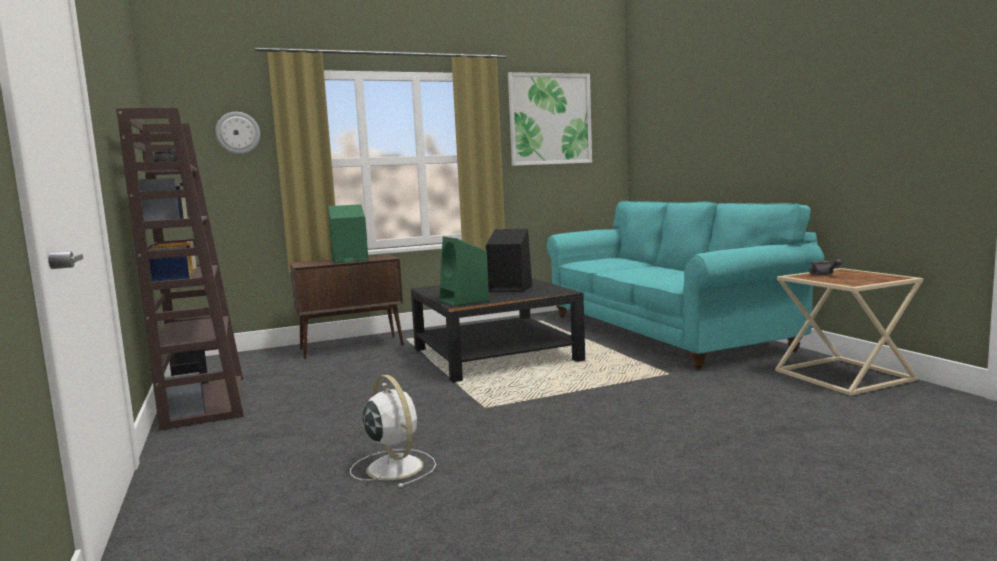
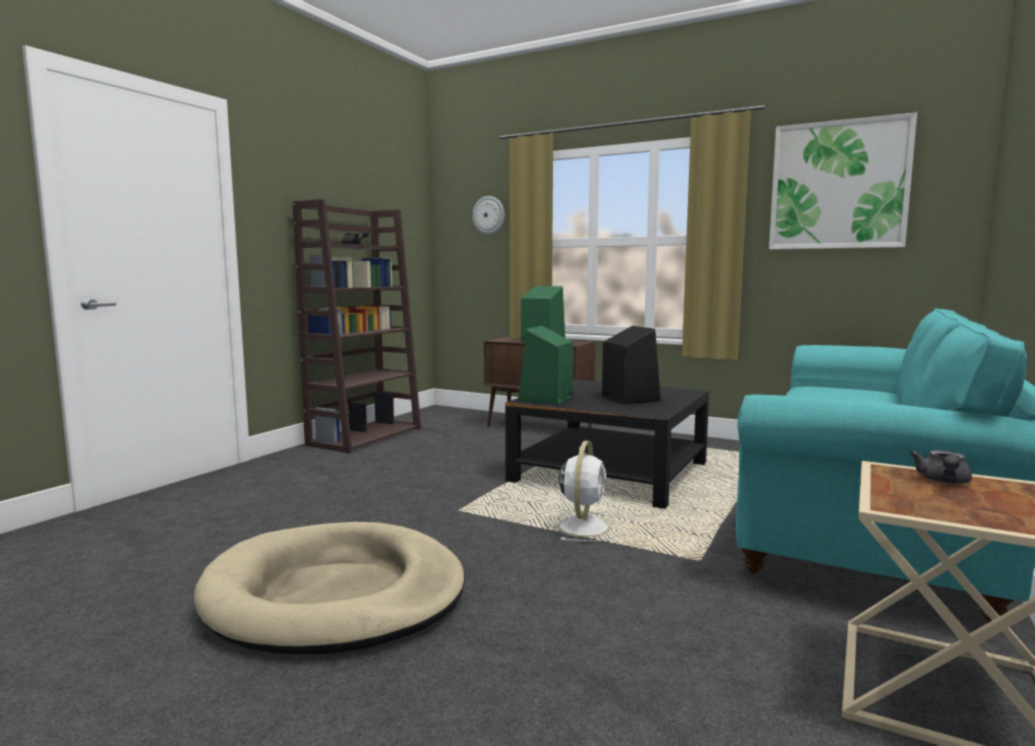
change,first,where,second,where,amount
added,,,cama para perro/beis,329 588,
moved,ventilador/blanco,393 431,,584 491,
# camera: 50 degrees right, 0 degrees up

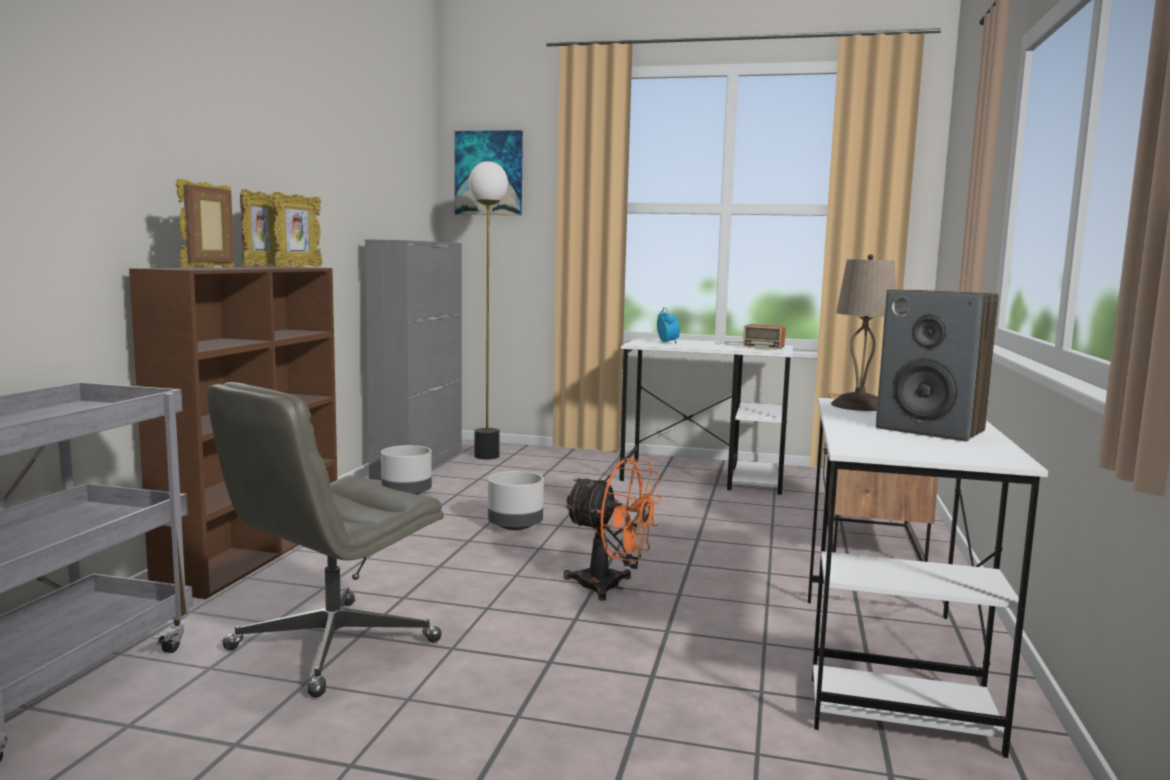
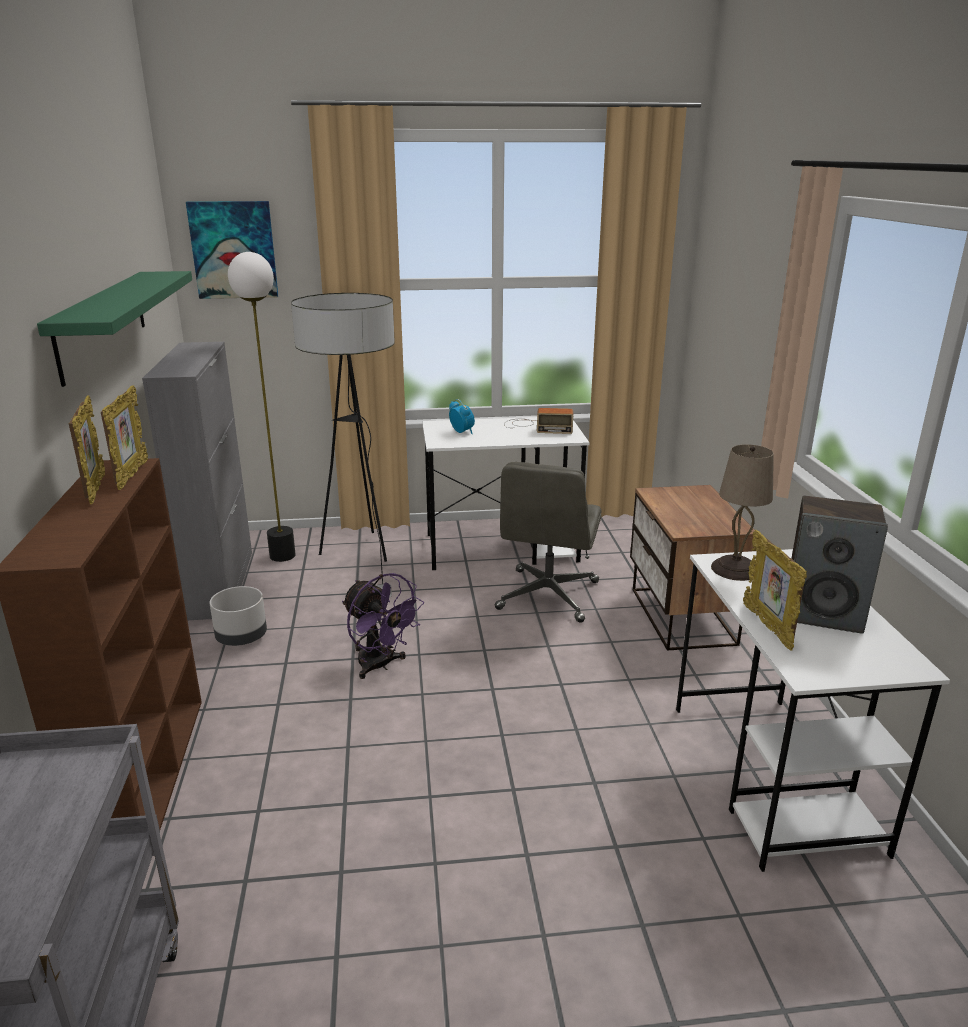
change,first,where,second,where,amount
removed,ventilador/naranja,612 529,,,
added,,,estante/verde,114 329,
added,,,lámpara de pie,343 445,
moved,portarretratos,205 224,,775 590,
moved,silla de oficina/gris,325 540,,548 542,
replaced,maceta/gris,516 500,ventilador/morado,383 626,
# camera: 20 degrees left, 15 degrees up

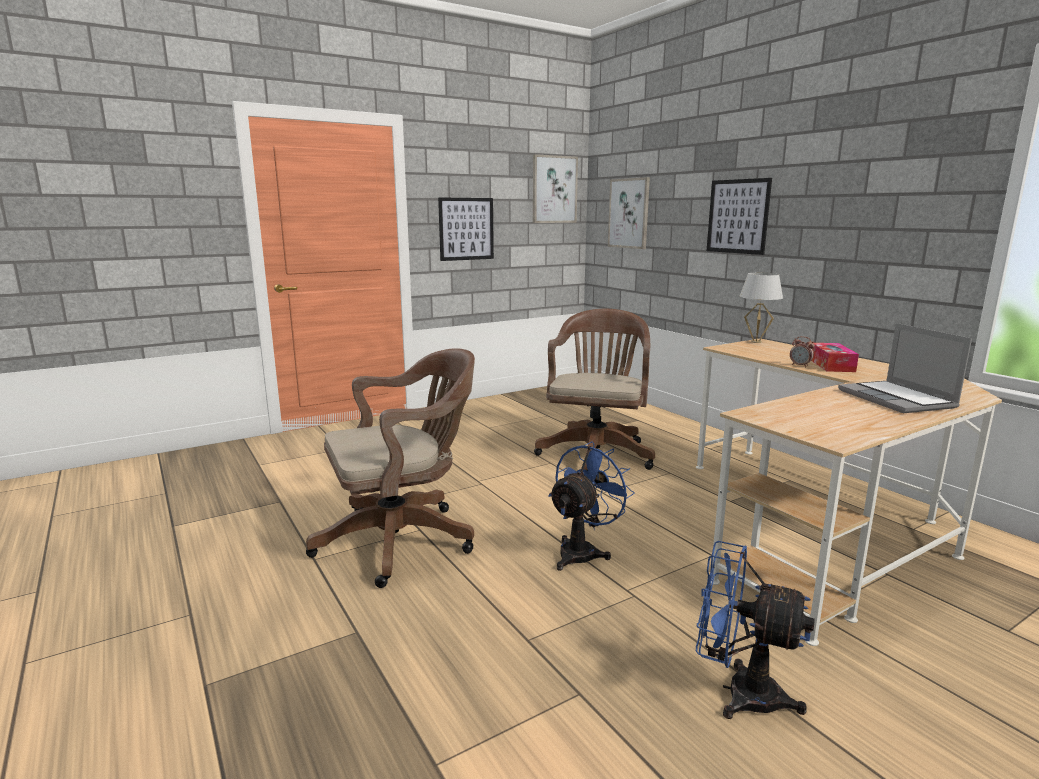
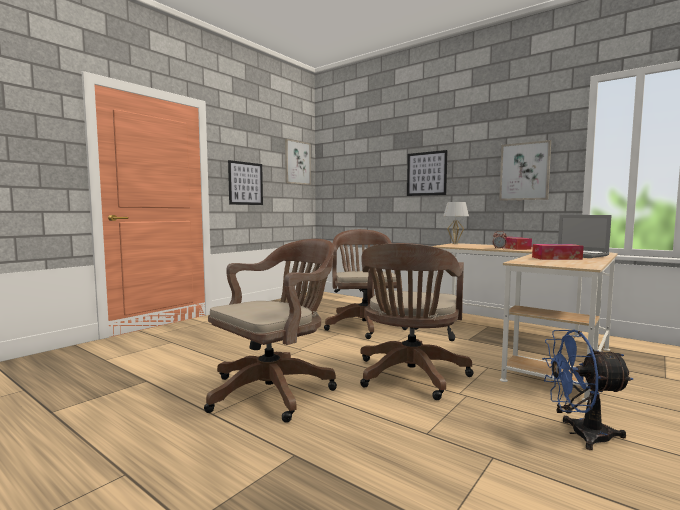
change,first,where,second,where,amount
added,,,caja de pañuelos,558 252,
moved,cuadro,629 213,,525 170,
replaced,ventilador/azul,591 506,silla de oficina/marrón,417 321,
# camera: 20 degrees left, 10 degrees down

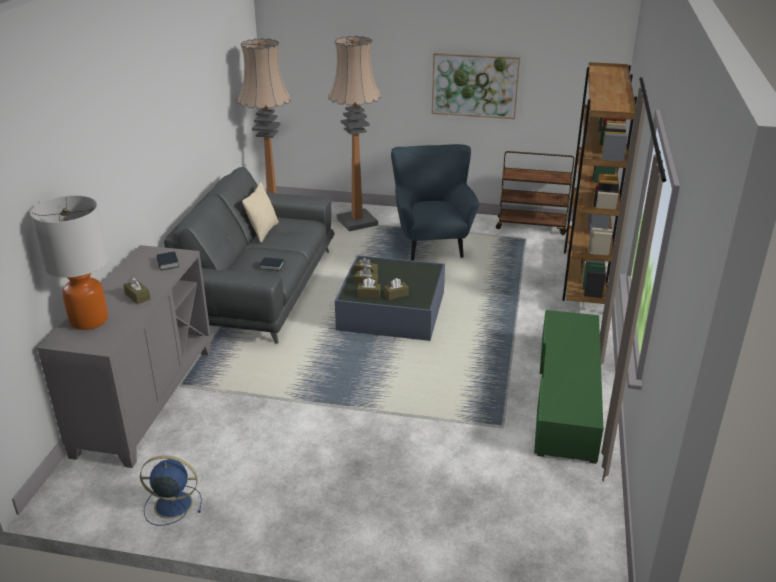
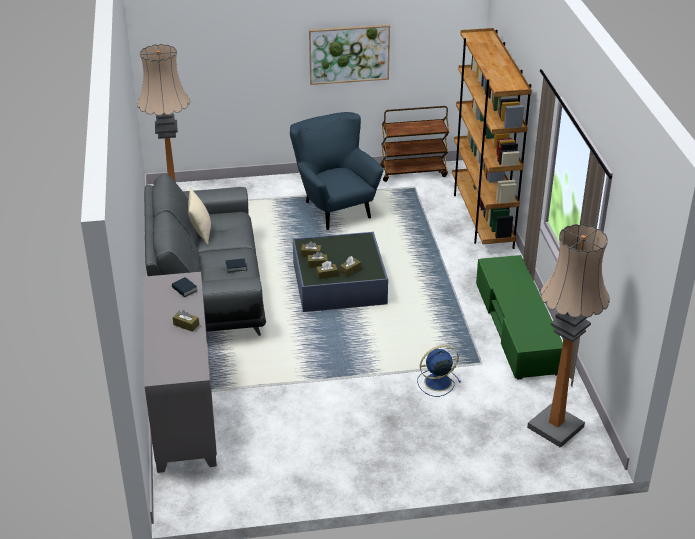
change,first,where,second,where,amount
removed,lámpara de mesa,69 262,,,
moved,ventilador/azul,171 491,,439 371,
moved,lámpara de pie,354 133,,568 336,
# camera: 20 degrees left, 5 degrees up

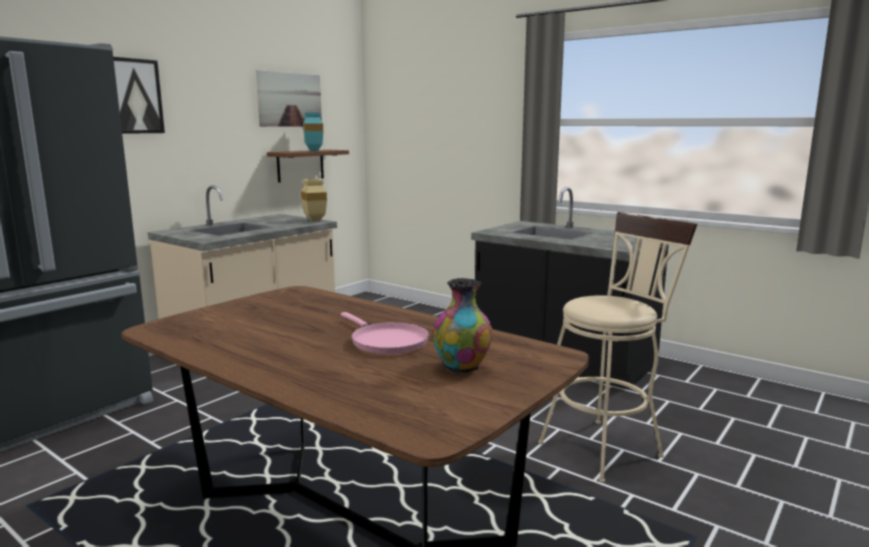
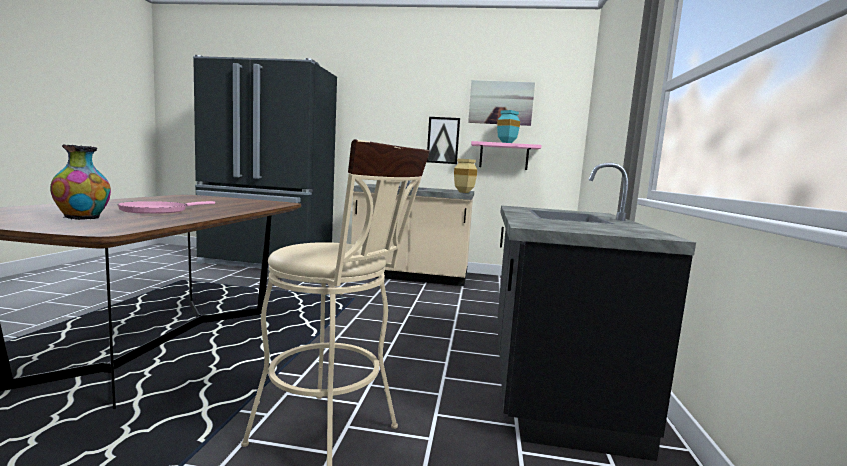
change,first,where,second,where,amount
moved,cuadro,139 95,,443 140,
recoloured,estante/marrón,308 166,estante/rosa,506 155,
# camera: 60 degrees right, 5 degrees down

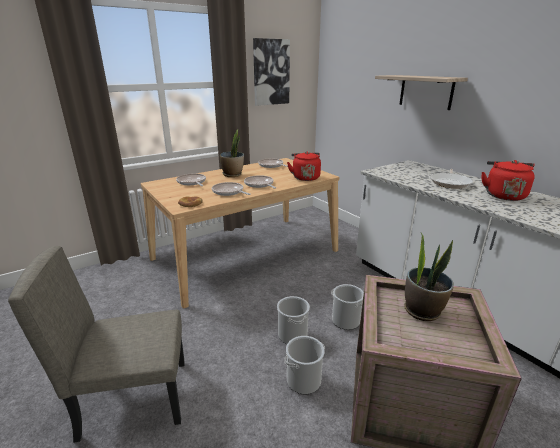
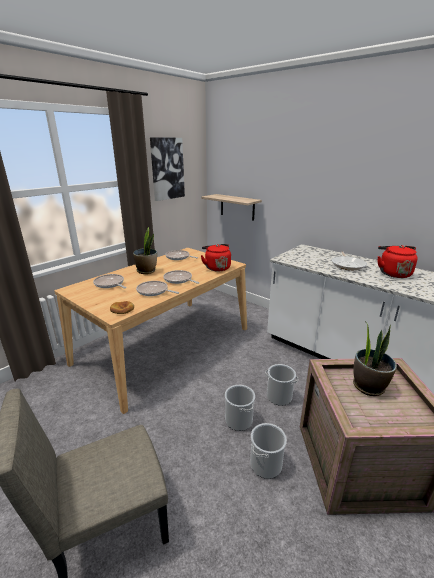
change,first,where,second,where,amount
moved,estante,421 92,,231 207,
# camera: 15 degrees left, 0 degrees up

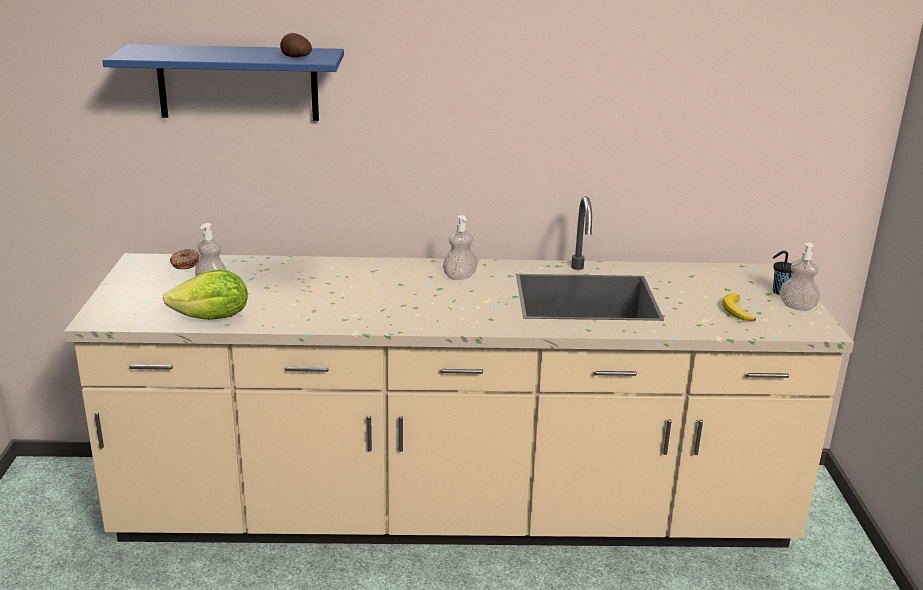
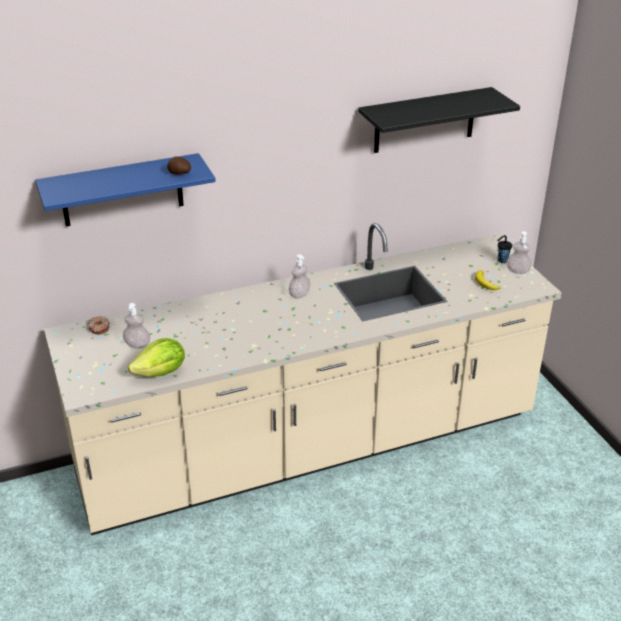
change,first,where,second,where,amount
added,,,estante/negro,439 120,
# camera: 20 degrees left, 10 degrees up

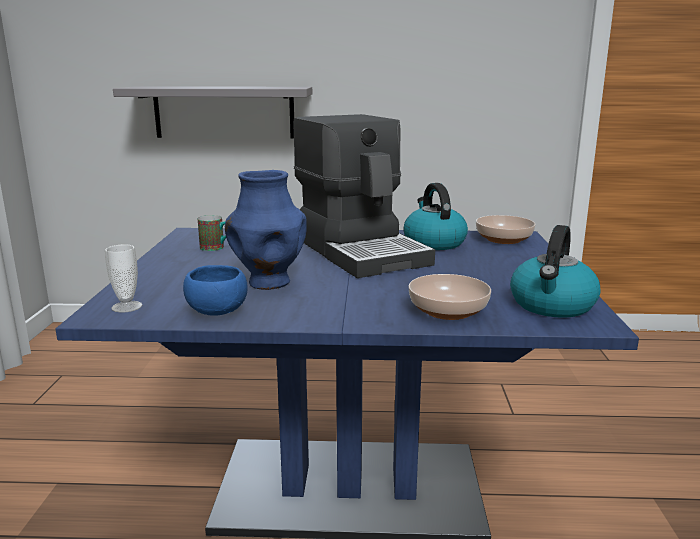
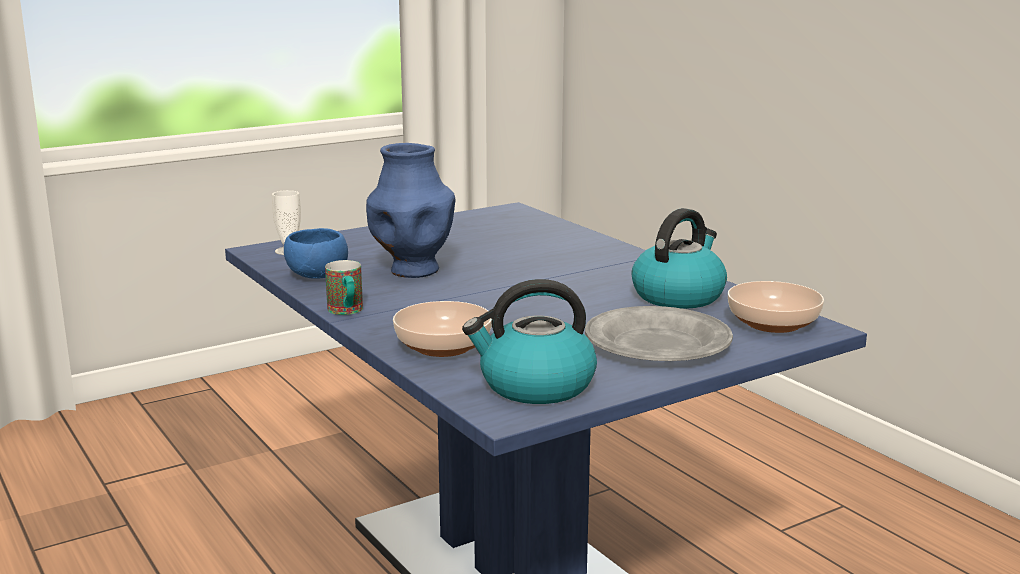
change,first,where,second,where,amount
removed,estante/gris,212 112,,,
removed,cafetera,364 196,,,
added,,,plato/gris,659 333,
moved,taza grande,212 233,,344 287,
# camera: 55 degrees right, 0 degrees up

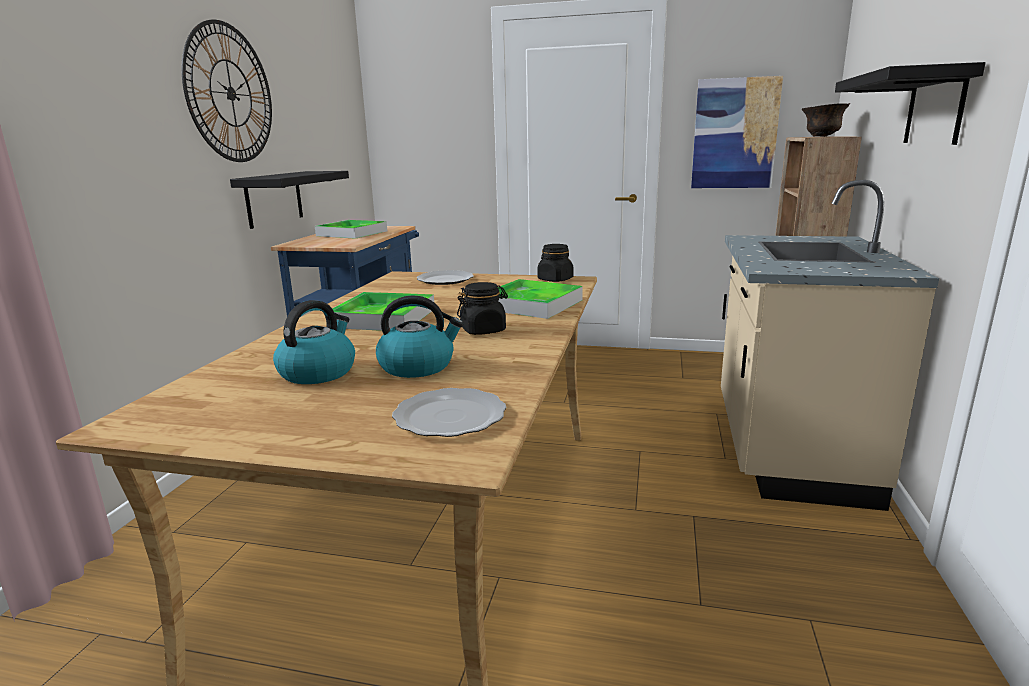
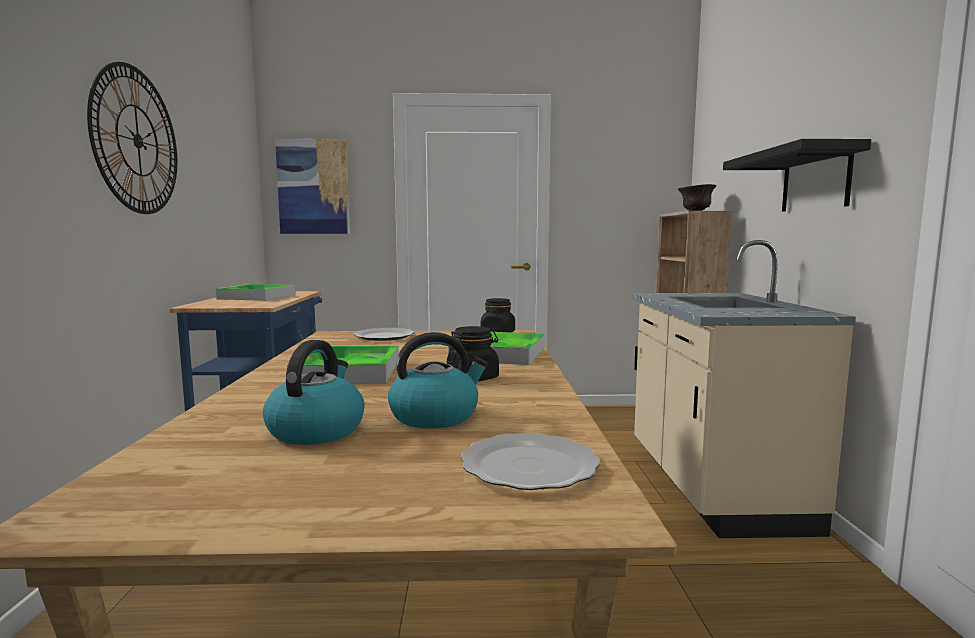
change,first,where,second,where,amount
removed,estante/negro,289 200,,,
moved,cuadro,737 132,,312 186,
# camera: 15 degrees left, 10 degrees down

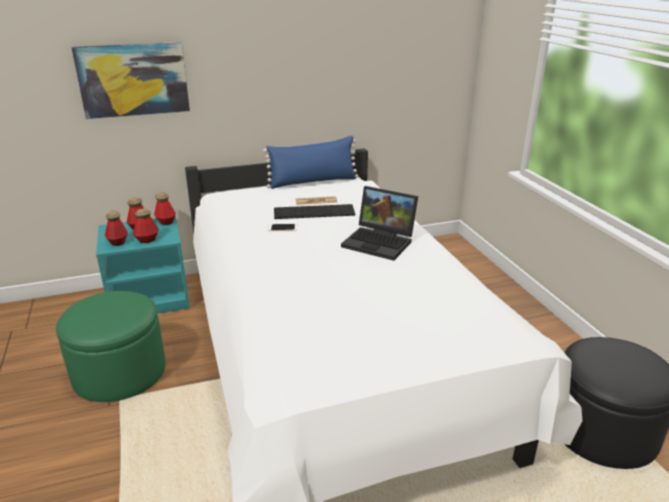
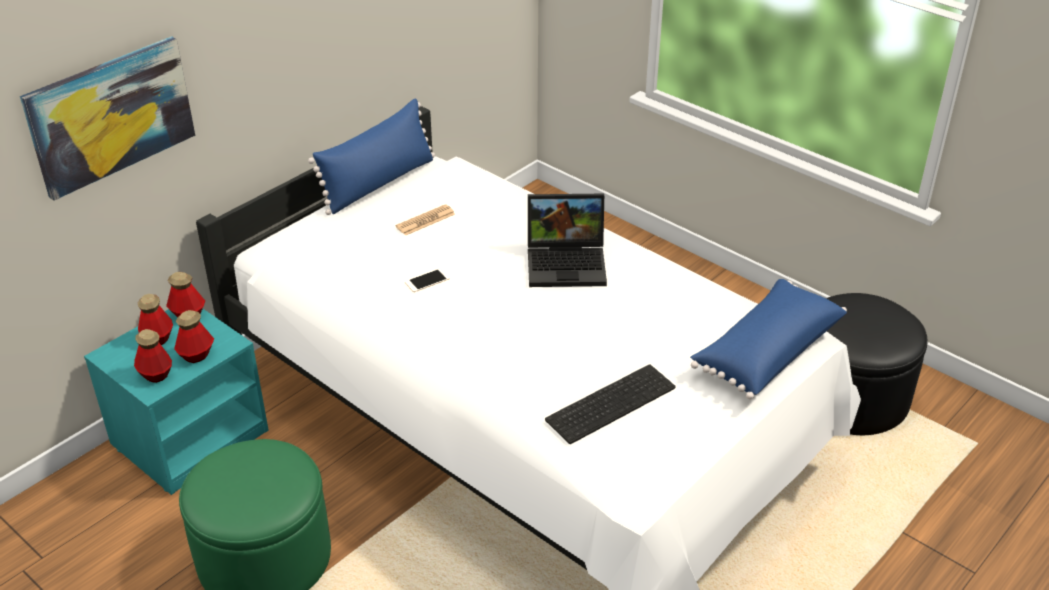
change,first,where,second,where,amount
added,,,cojín/azul,768 339,
moved,teclado,314 211,,610 404,
# camera: 30 degrees left, 10 degrees up

